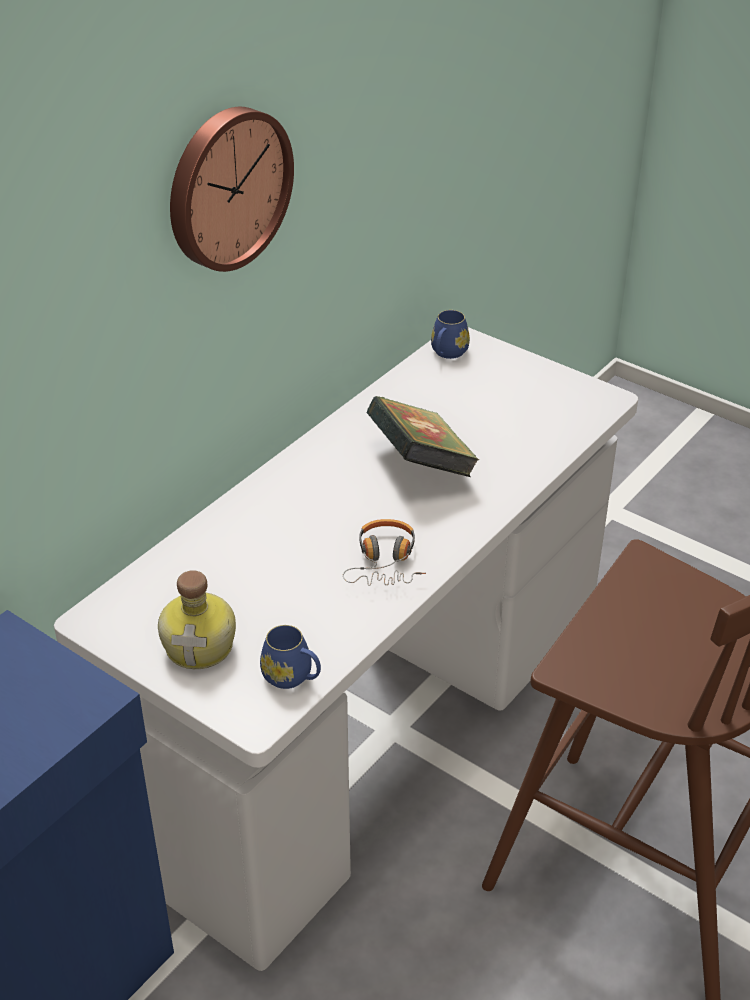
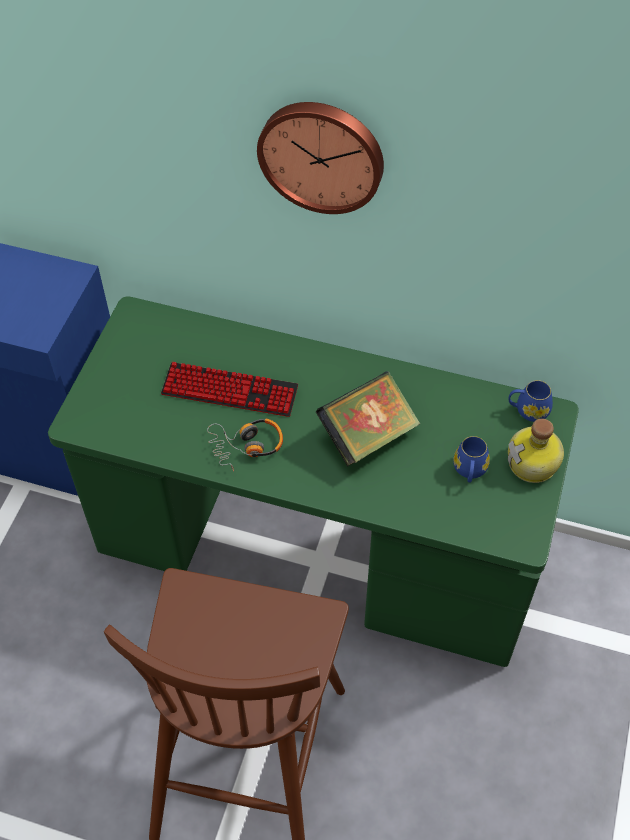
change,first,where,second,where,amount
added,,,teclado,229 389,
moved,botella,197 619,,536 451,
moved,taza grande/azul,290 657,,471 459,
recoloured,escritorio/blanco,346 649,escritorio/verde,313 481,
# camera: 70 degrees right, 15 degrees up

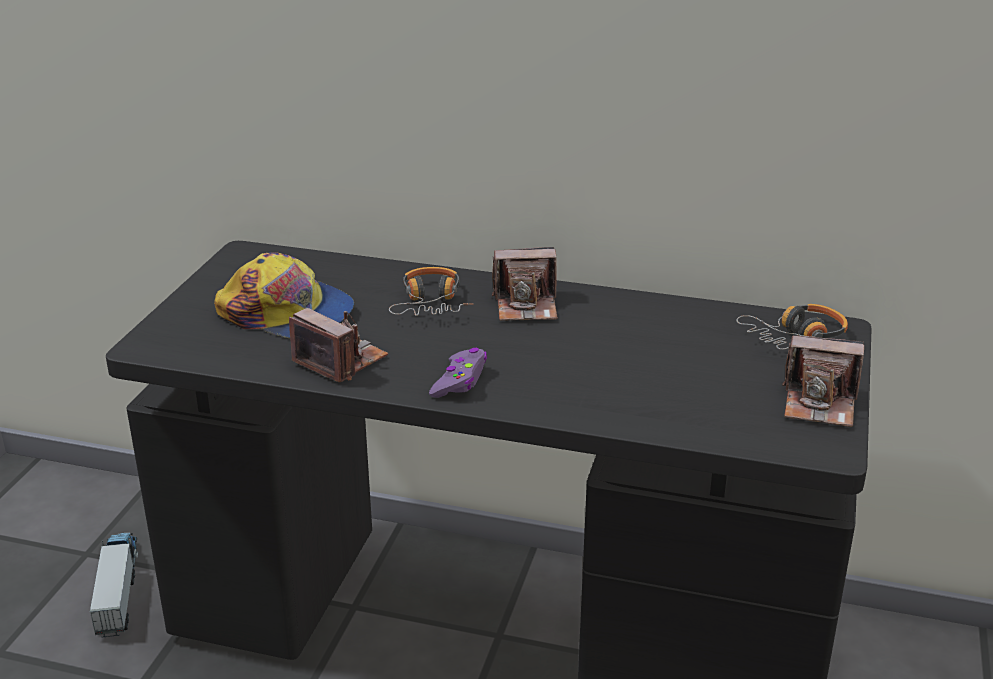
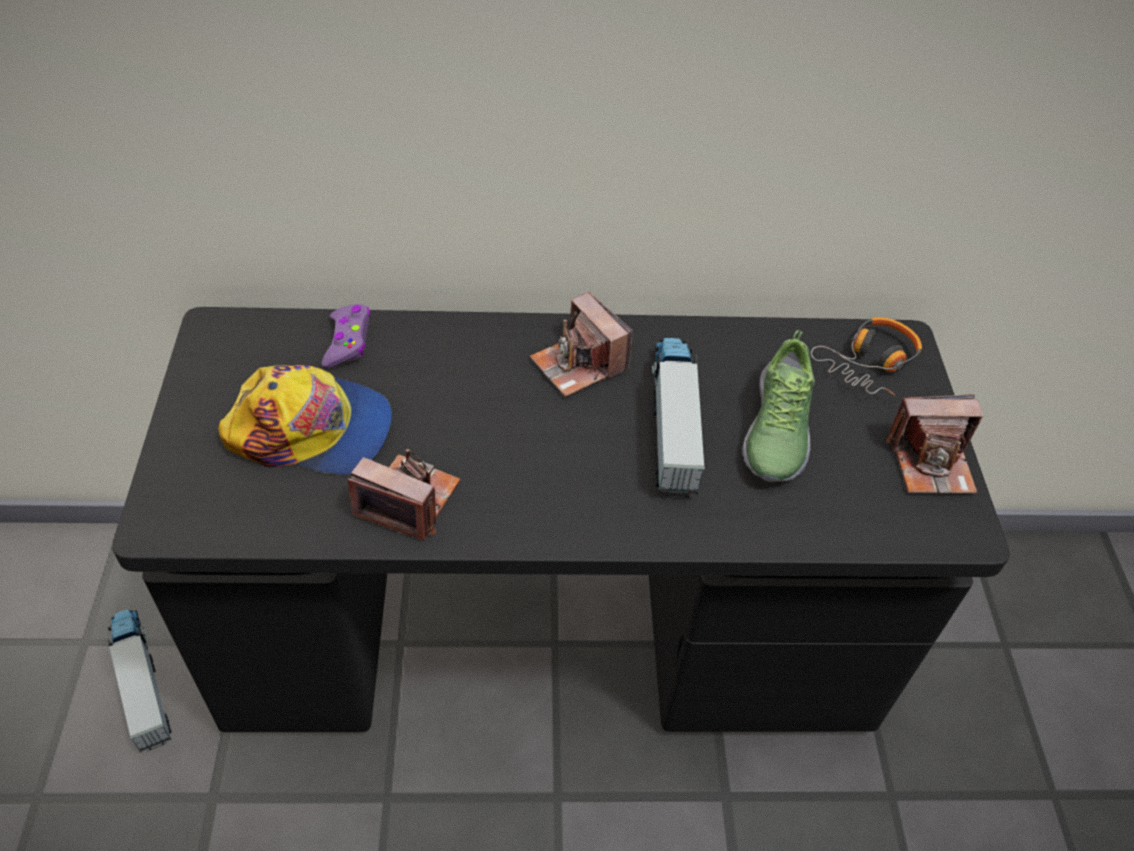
change,first,where,second,where,amount
removed,auriculares,431 291,,,
added,,,camión de juguete,678 417,
added,,,zapato,778 406,
moved,mando de consola/morado,458 373,,346 336,
turned,cámara,525 284,,581 344,75 degrees clockwise
# camera: 20 degrees left, 20 degrees up

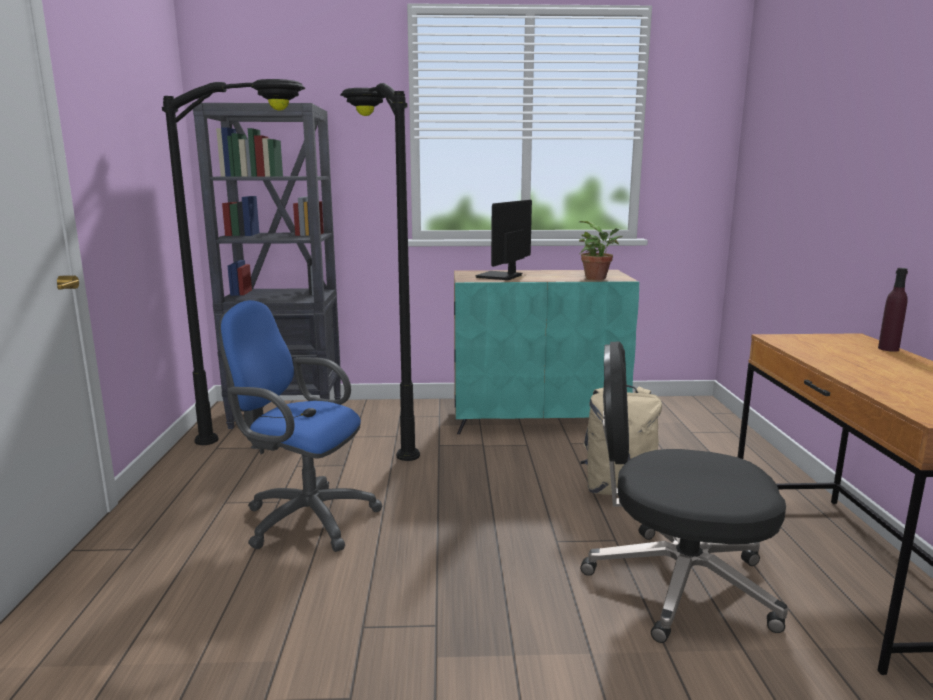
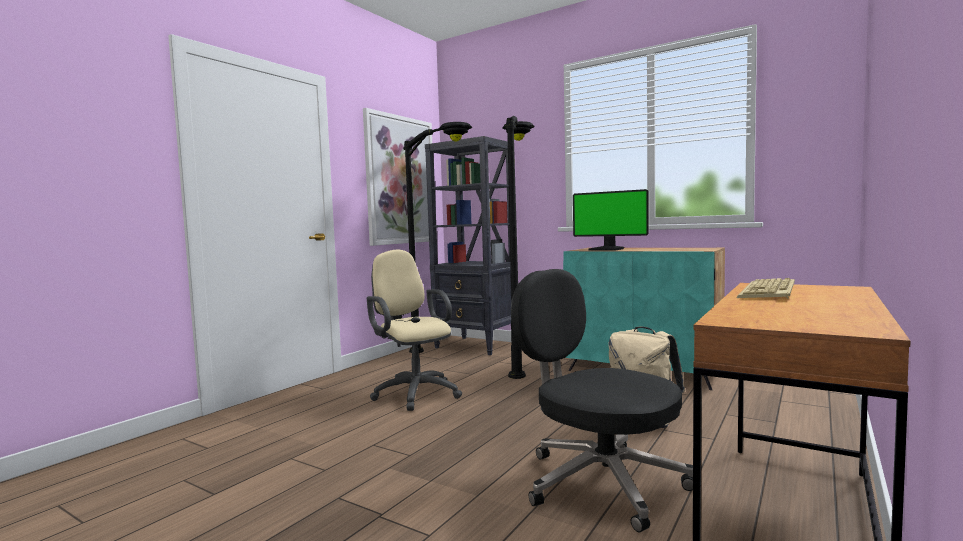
change,first,where,second,where,amount
removed,planta en maceta,601 250,,,
removed,botella/morado,893 310,,,
added,,,cuadro,397 177,
added,,,teclado,766 288,
recoloured,silla de oficina/azul,300 426,silla de oficina/beis,414 330,
turned,monitor,503 240,,611 220,120 degrees counterclockwise
# camera: 35 degrees right, 10 degrees down

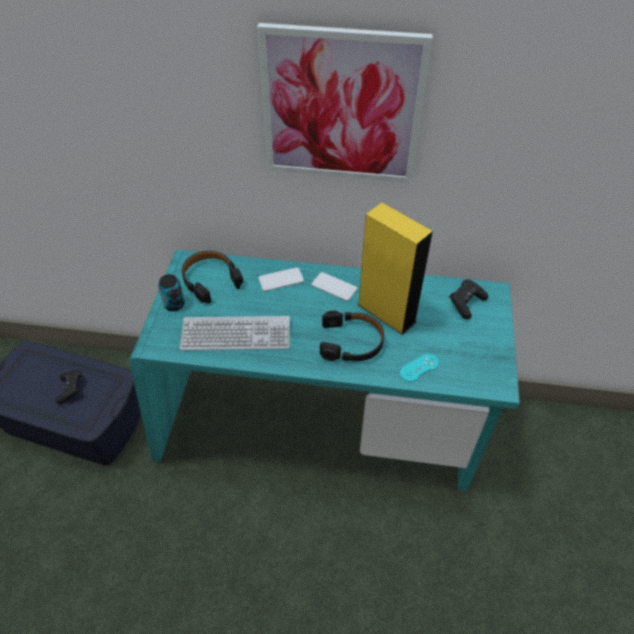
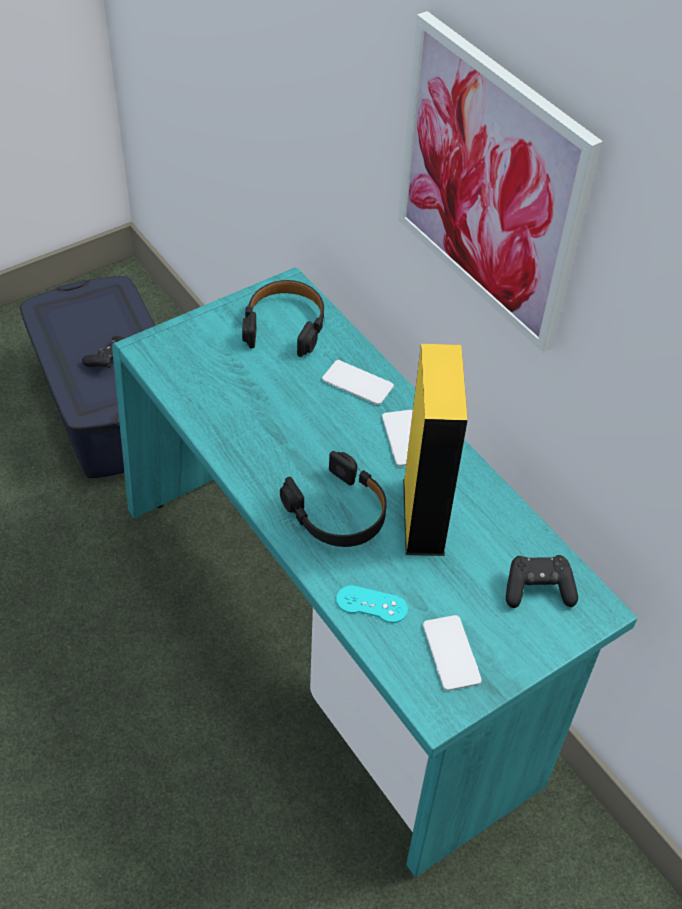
change,first,where,second,where,amount
removed,lata,171 292,,,
removed,teclado,235 333,,,
added,,,móvil,452 653,
# camera: 45 degrees right, 0 degrees up

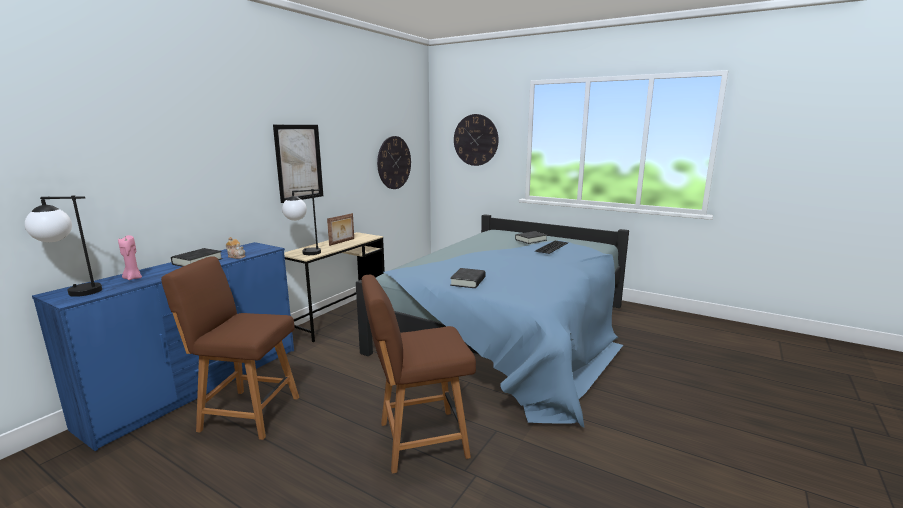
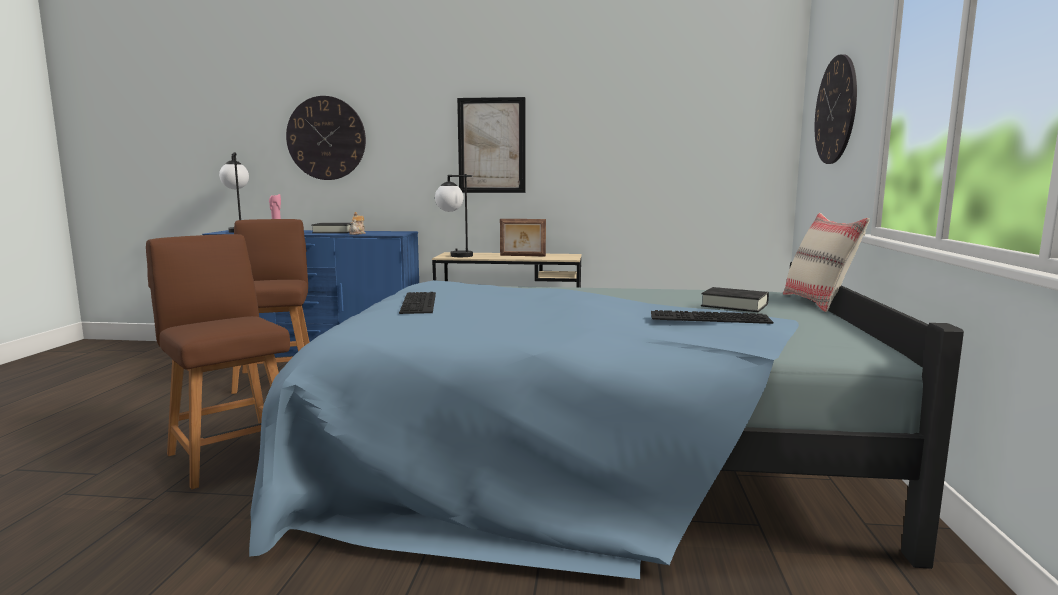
change,first,where,second,where,amount
added,,,cojín/beis,826 262,
moved,reloj de pared,394 162,,326 138,
replaced,libro/negro,468 278,teclado,417 303,
# camera: 65 degrees right, 5 degrees down

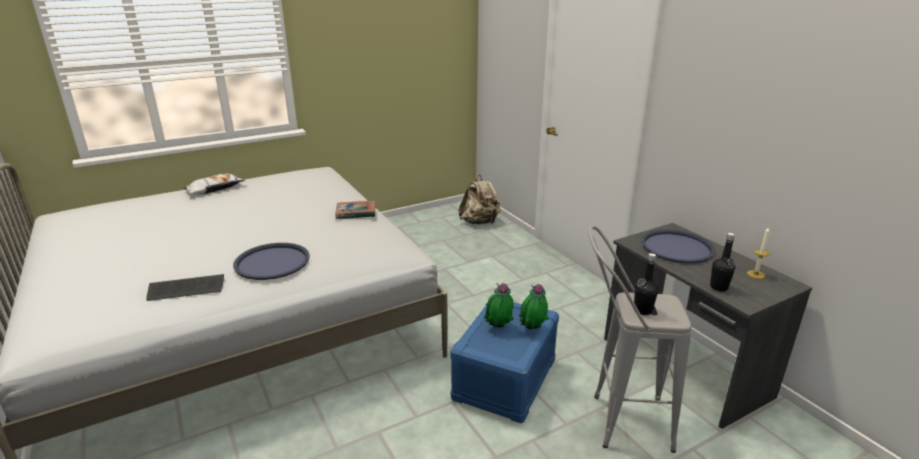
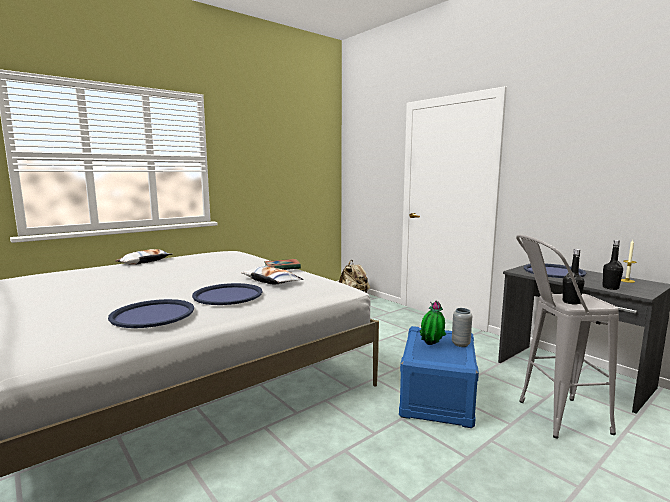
change,first,where,second,where,amount
added,,,cojín,272 275,
replaced,teclado,185 287,bandeja/azul,151 313,
replaced,planta en maceta,534 307,florero/gris,462 327,
# camera: 10 degrees left, 15 degrees down

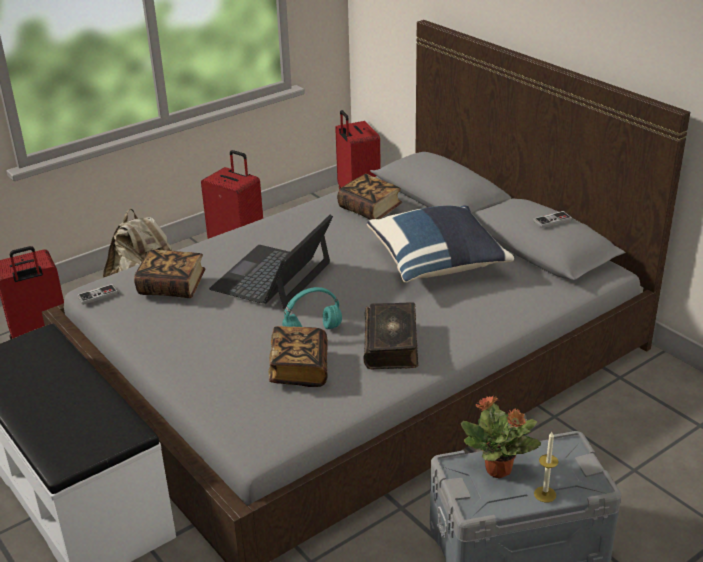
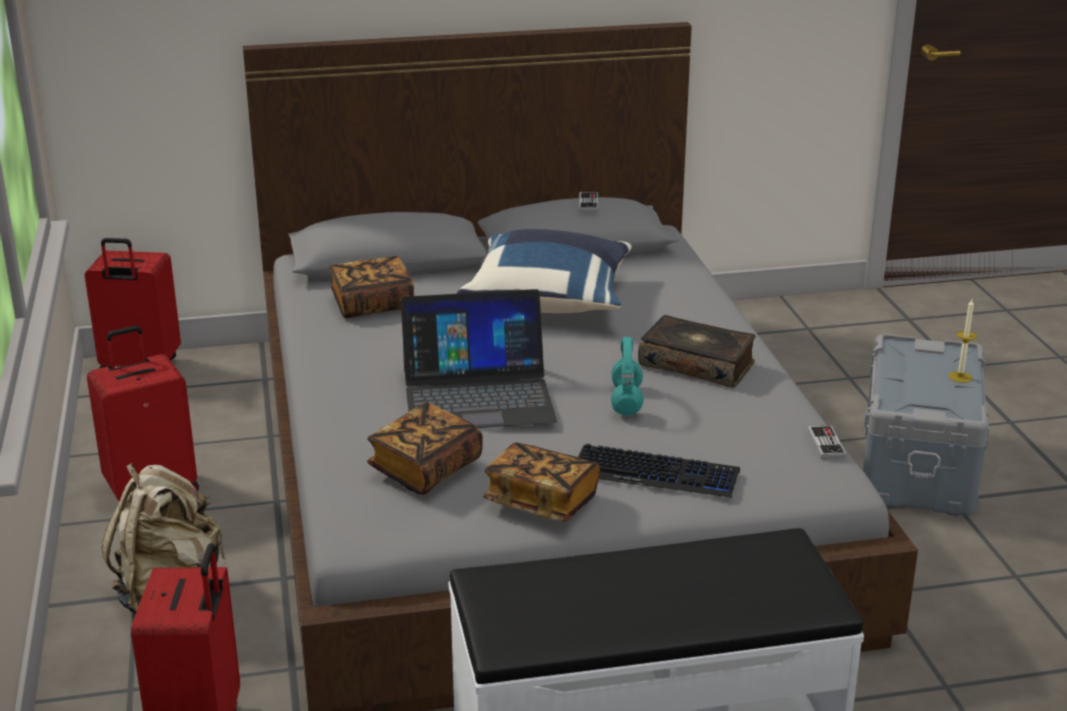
change,first,where,second,where,amount
removed,planta en maceta,501 437,,,
added,,,teclado,659 471,
moved,mando de consola,97 294,,826 442,
moved,libro,298 356,,541 482,
turned,portátil,271 262,,479 358,60 degrees counterclockwise
# camera: 65 degrees left, 5 degrees down

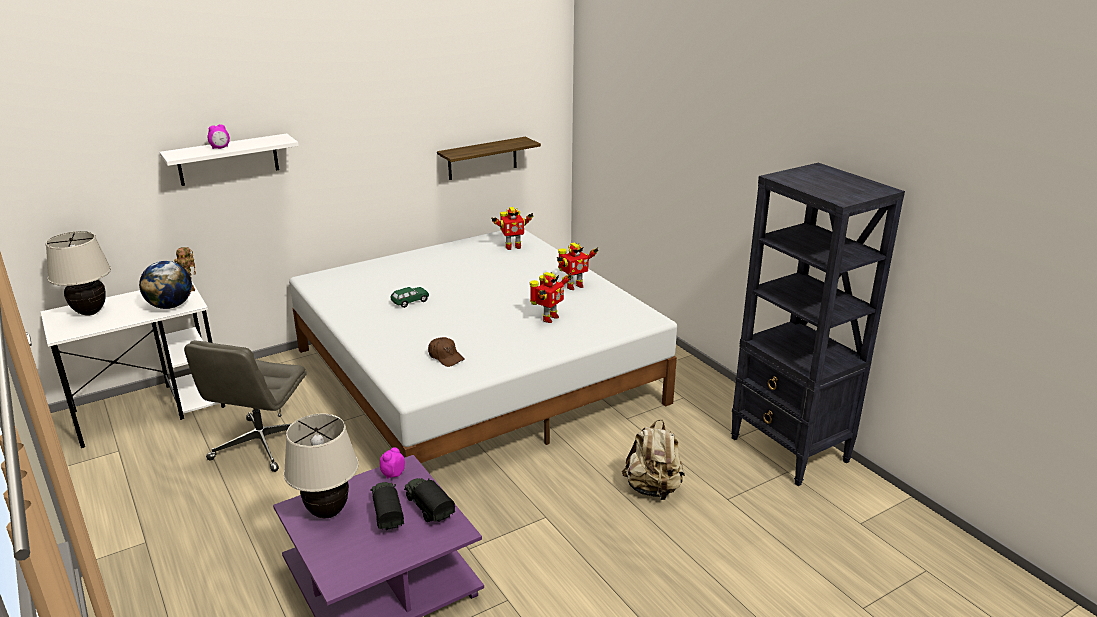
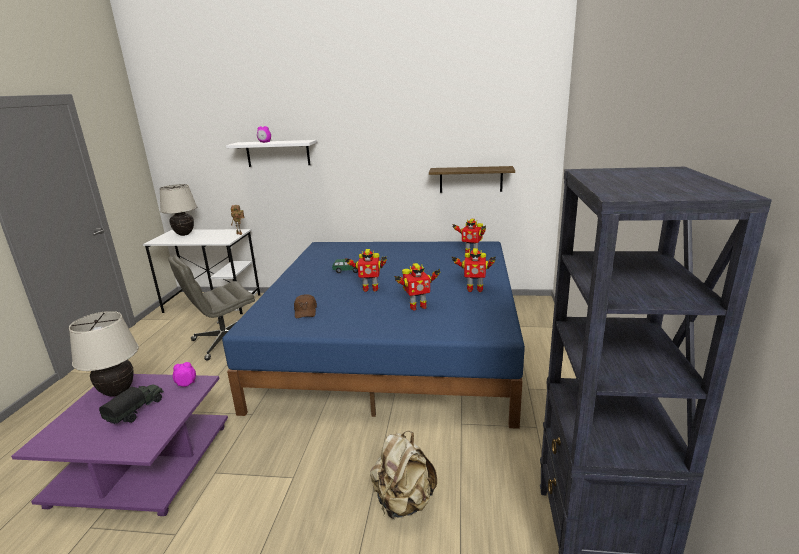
change,first,where,second,where,amount
removed,globo terráqueo,165 285,,,
removed,camión de juguete,429 500,,,
added,,,robot de juguete,366 270,
recoloured,cama/blanco,483 346,cama/azul,373 335,
# camera: 40 degrees right, 5 degrees down

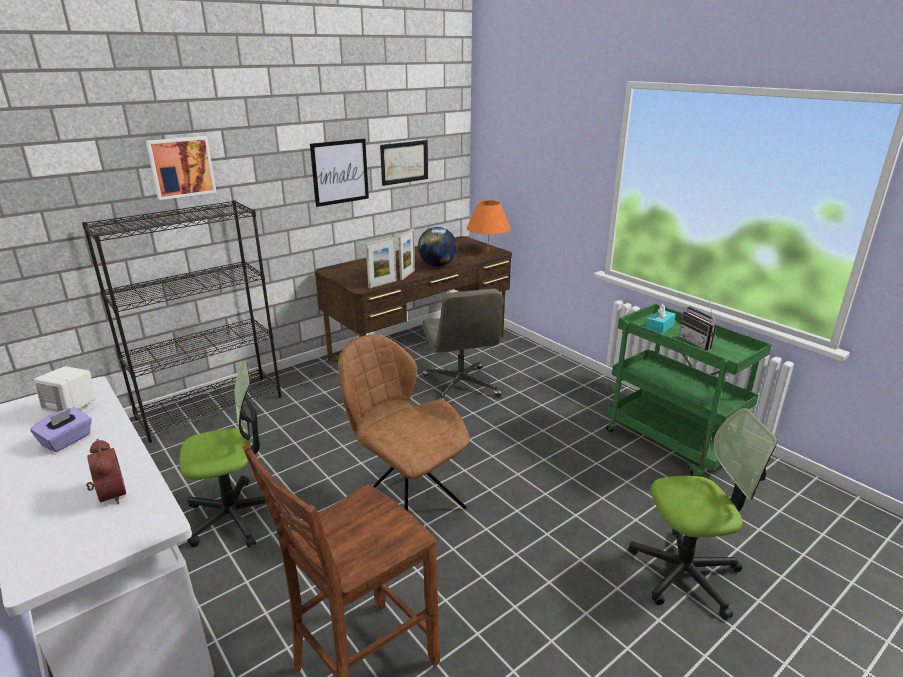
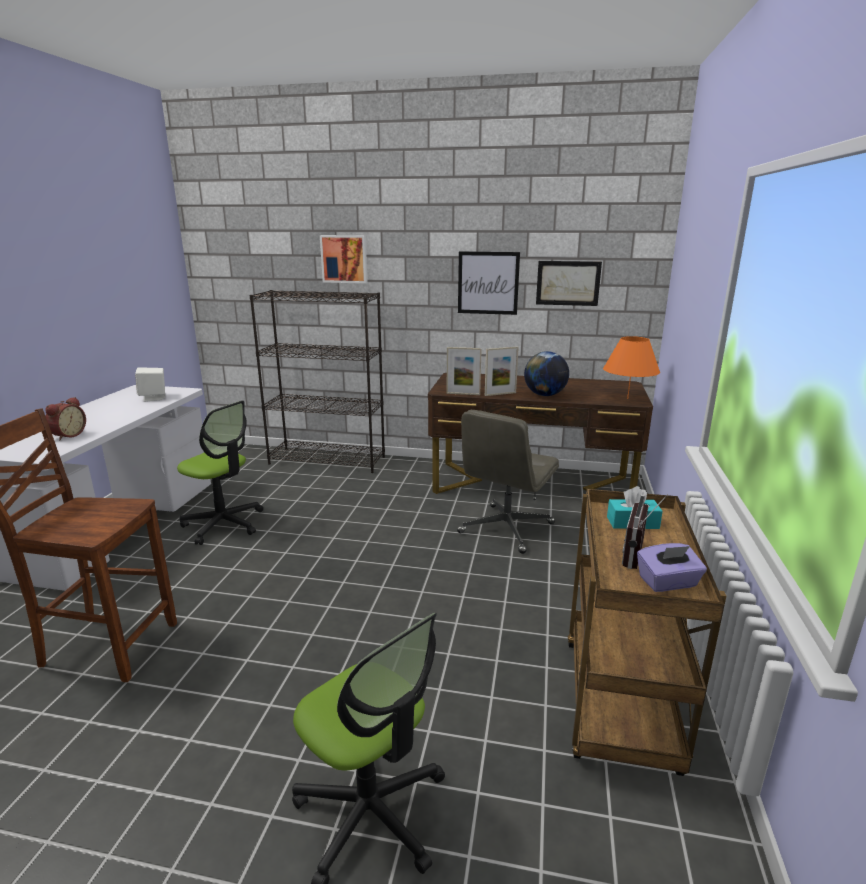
change,first,where,second,where,amount
removed,silla/marrón,404 423,,,
moved,caja de pañuelos/morado,61 429,,672 567,
recoloured,carrito/verde,689 390,carrito/marrón,647 632,
# camera: 50 degrees right, 5 degrees down

